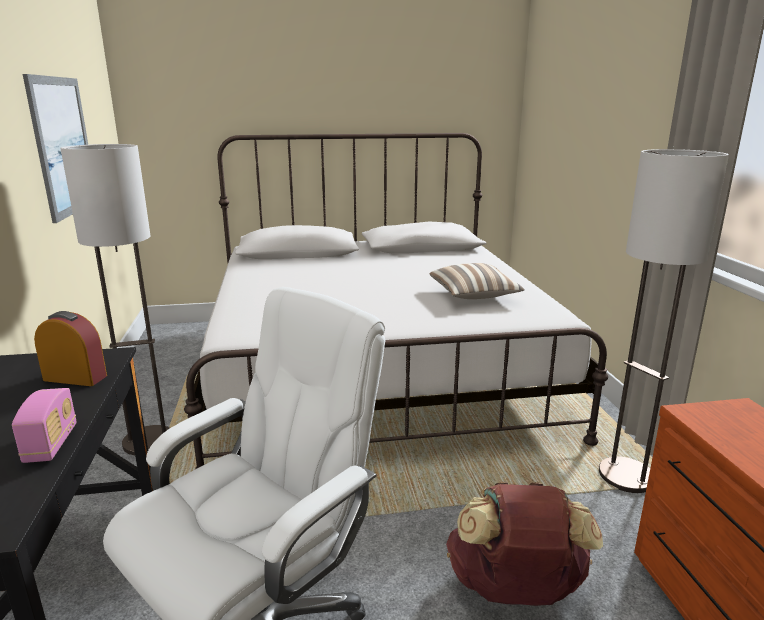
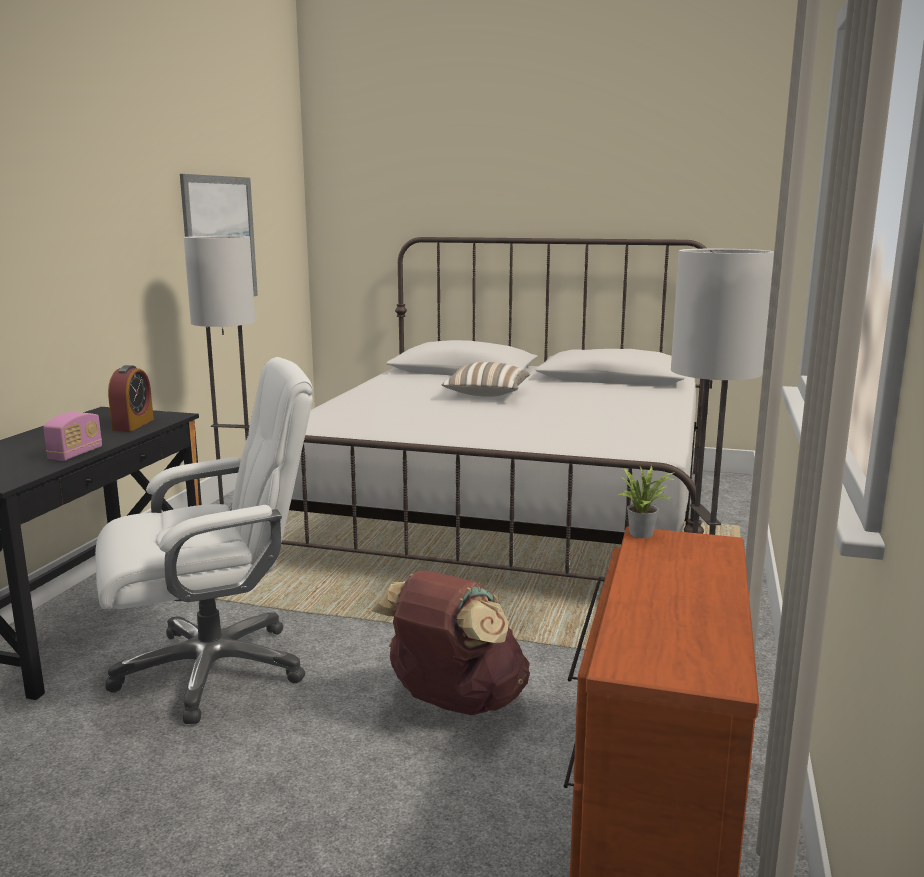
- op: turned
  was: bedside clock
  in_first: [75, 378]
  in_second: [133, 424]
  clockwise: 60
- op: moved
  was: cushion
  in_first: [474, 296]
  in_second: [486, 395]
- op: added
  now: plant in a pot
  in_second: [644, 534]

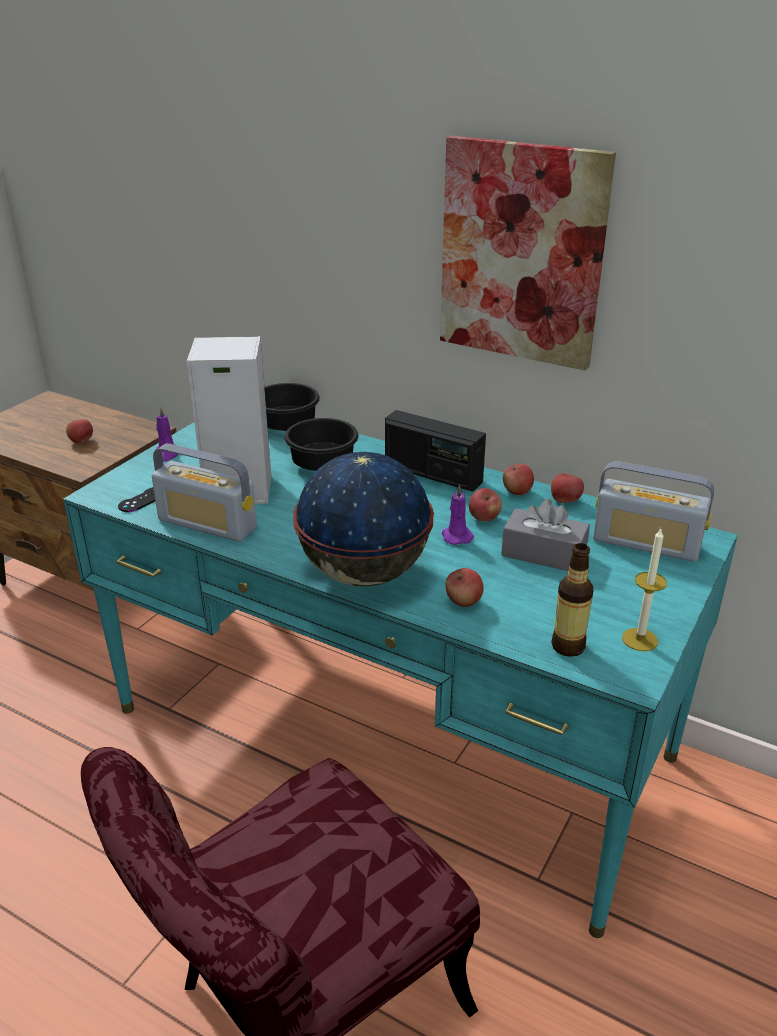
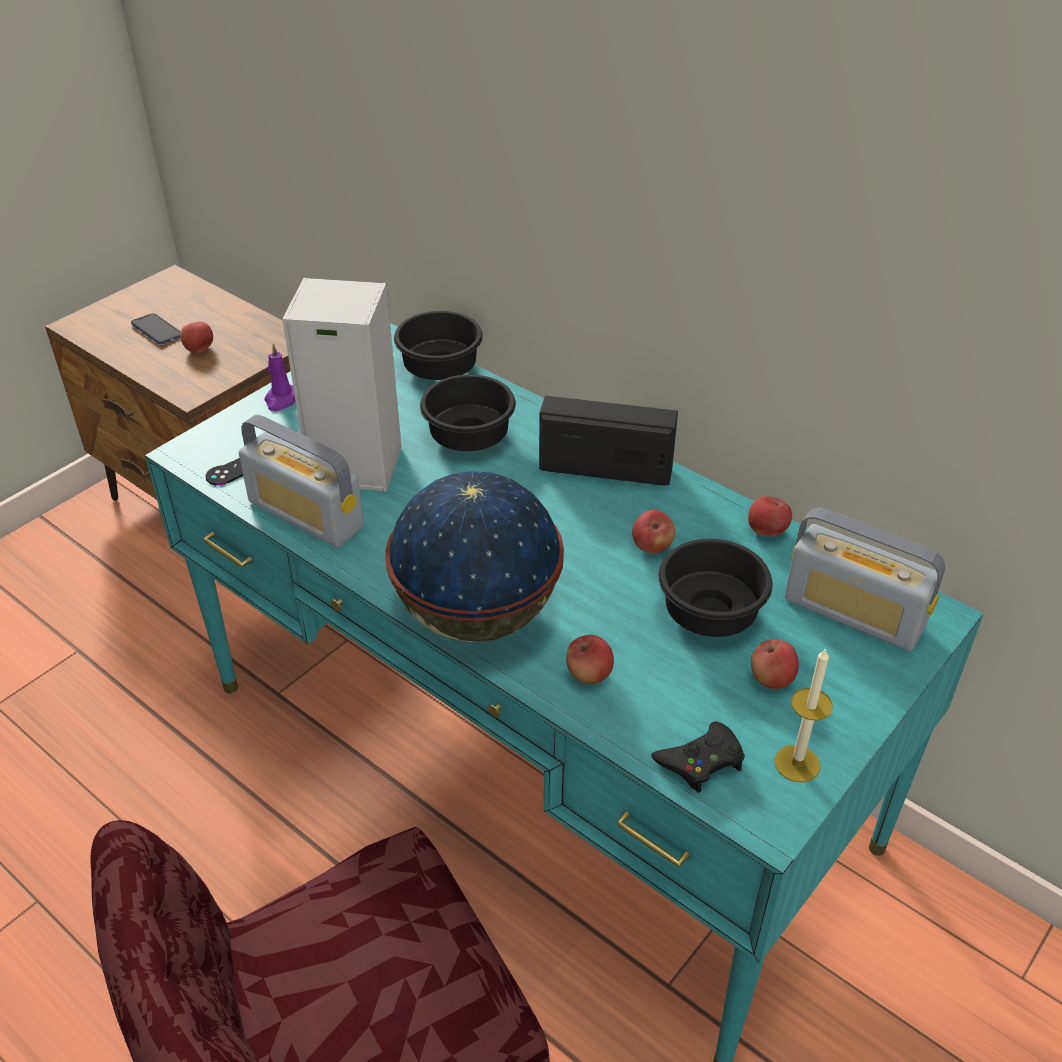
- op: added
  now: handset
  in_second: [157, 330]
- op: turned
  was: radio
  in_first: [432, 474]
  in_second: [605, 468]
  clockwise: 150
- op: replaced
  was: drink bottle
  now: black-coloured gamepad
  in_first: [568, 646]
  in_second: [701, 761]
- op: replaced
  was: grey tissue holder
  now: black-coloured deep dish
  in_first: [543, 554]
  in_second: [713, 613]
- op: moved
  was: apple fruit
  in_first: [517, 492]
  in_second: [771, 679]
- op: removed
  was: wall art
  in_first: [522, 253]
- op: removed
  was: purplish candle
  in_first: [456, 536]

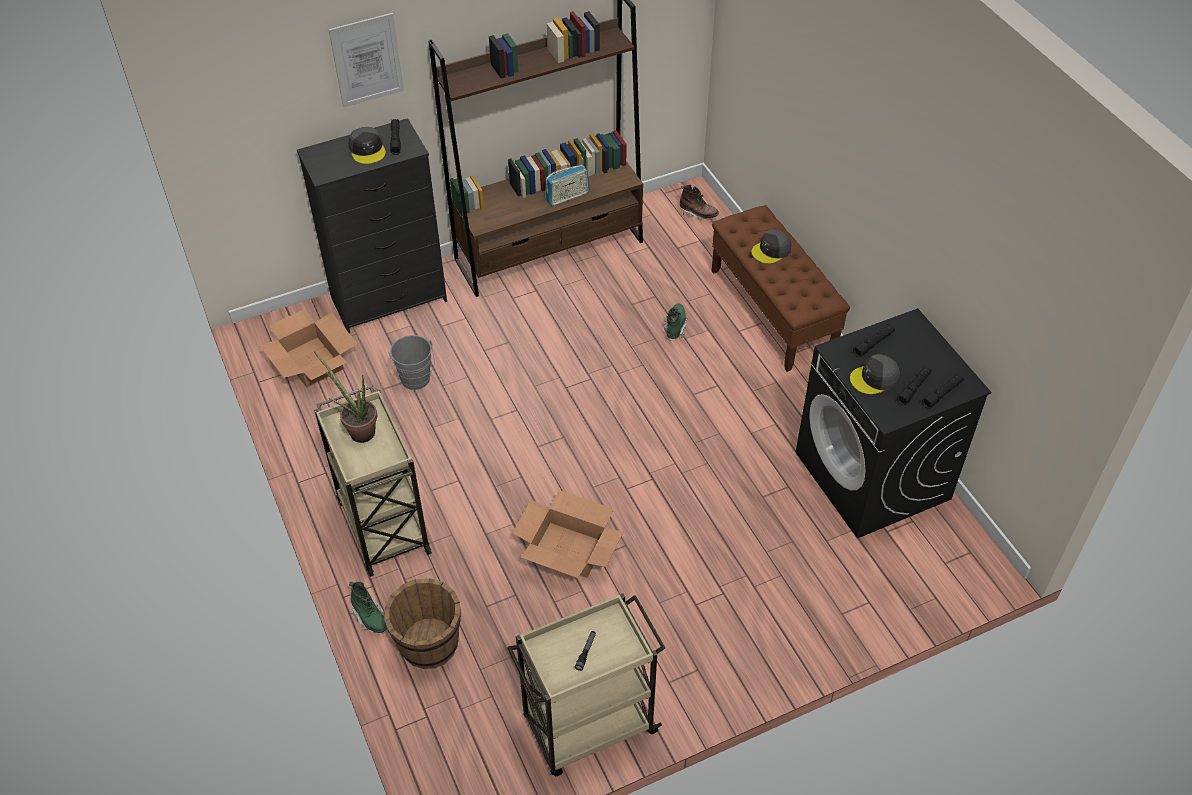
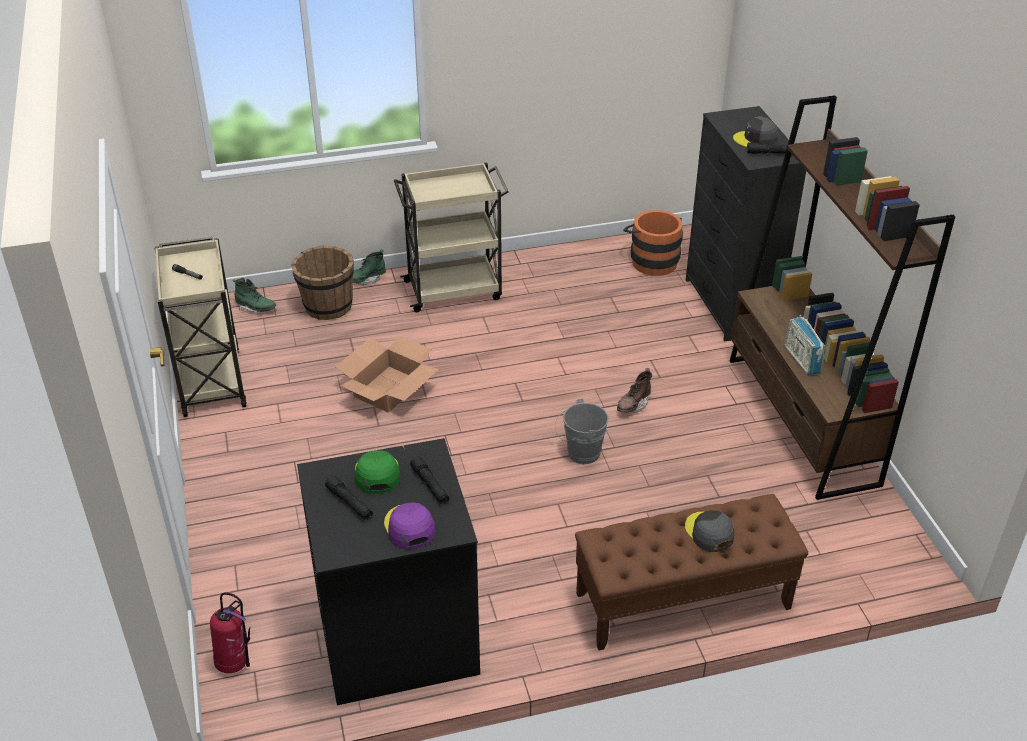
- op: added
  now: extinguisher
  in_second: [235, 663]
- op: moved
  was: green boot
  in_first: [675, 327]
  in_second: [256, 308]
- op: recoloured
  was: grey cap
  now: green cap
  in_first: [874, 379]
  in_second: [377, 474]
- op: added
  now: purplish cap
  in_second: [409, 527]
- op: moved
  was: grey water bucket
  in_first: [416, 381]
  in_second: [580, 453]
- op: moved
  was: brown boot
  in_first: [698, 213]
  in_second: [633, 405]
- op: replaced
  was: packing box
  now: orange water bucket
  in_first: [312, 362]
  in_second: [651, 260]
- op: removed
  was: plant in a pot
  in_first: [358, 430]
- op: removed
  was: wall art
  in_first: [367, 60]
- op: removed
  was: black-coloured flashlight
  in_first: [942, 394]

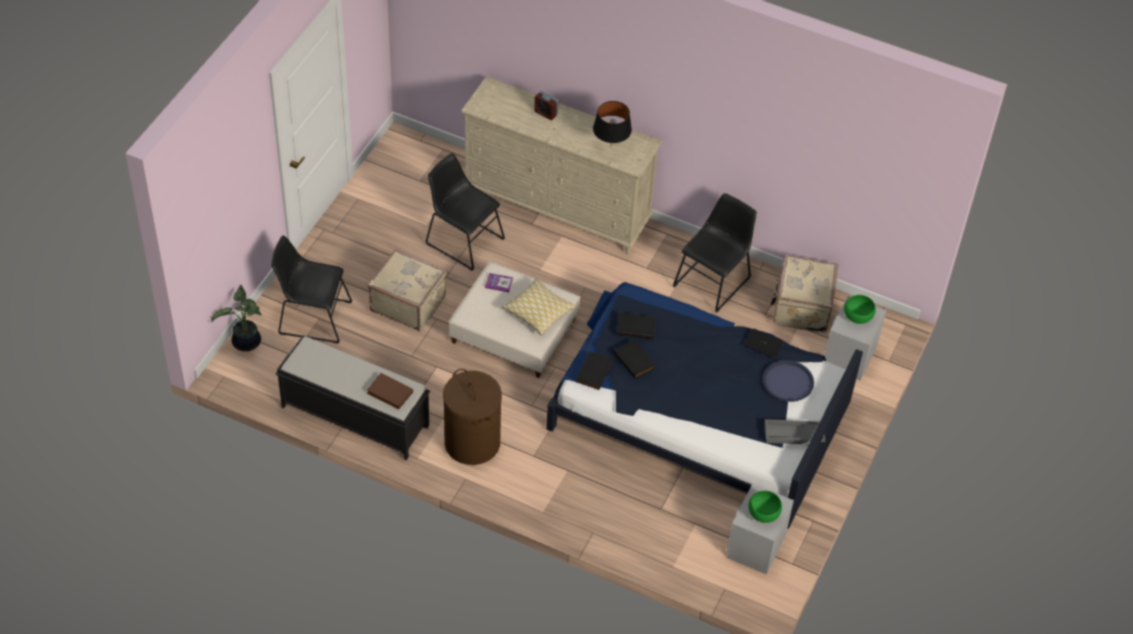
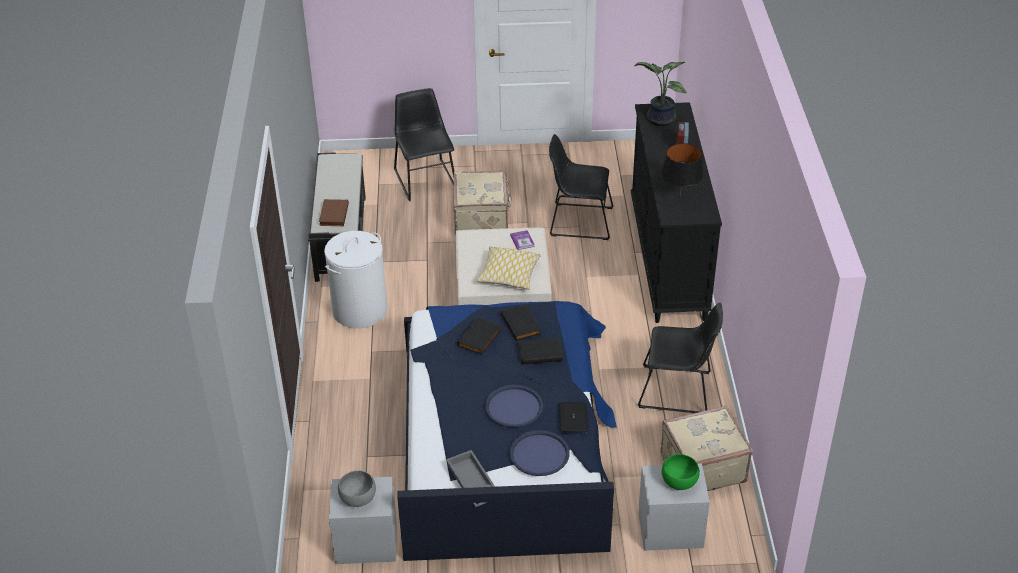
- op: recoloured
  was: brown laundry basket
  now: white-coloured laundry basket
  in_first: [472, 442]
  in_second: [360, 310]
- op: recoloured
  was: green deep dish
  now: grey deep dish
  in_first: [763, 513]
  in_second: [358, 498]
- op: added
  now: bluish serving tray
  in_second: [514, 407]
- op: moved
  was: black-coloured volume
  in_first: [593, 371]
  in_second: [540, 352]
- op: turned
  was: black-coloured plain chair
  in_first: [462, 239]
  in_second: [578, 221]
  clockwise: -90
- op: recoloured
  was: beige drawer chest
  now: black-coloured drawer chest
  in_first: [557, 208]
  in_second: [667, 260]
- op: moved
  was: plant in a pot
  in_first: [246, 343]
  in_second: [659, 120]

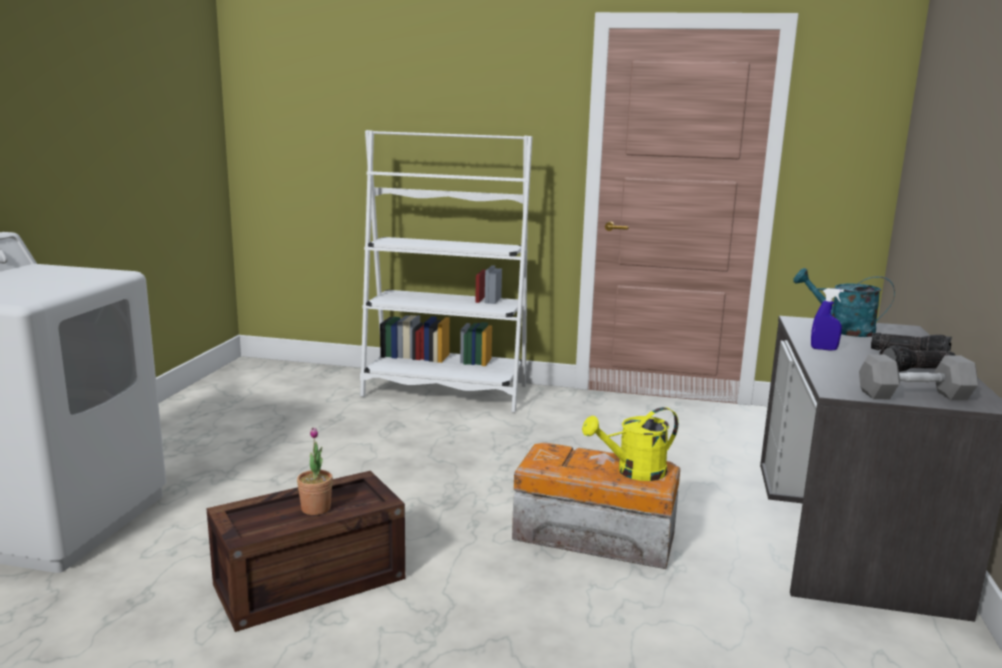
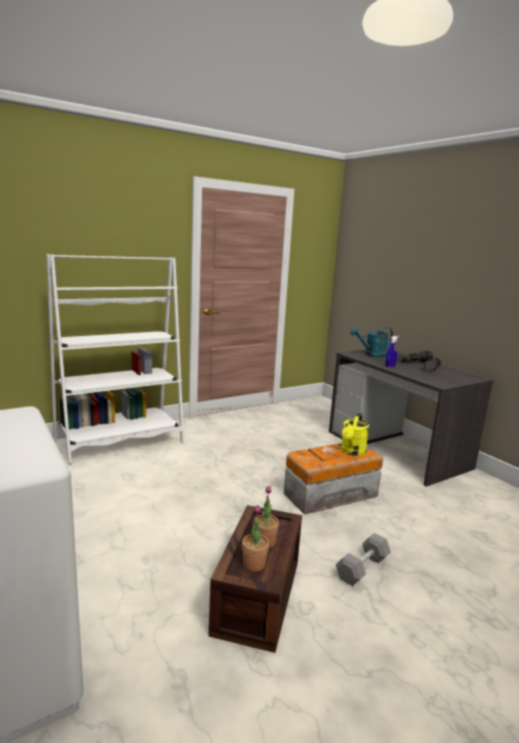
- op: added
  now: plant in a pot
  in_second: [254, 564]
- op: moved
  was: grey hand weight
  in_first: [914, 395]
  in_second: [362, 568]

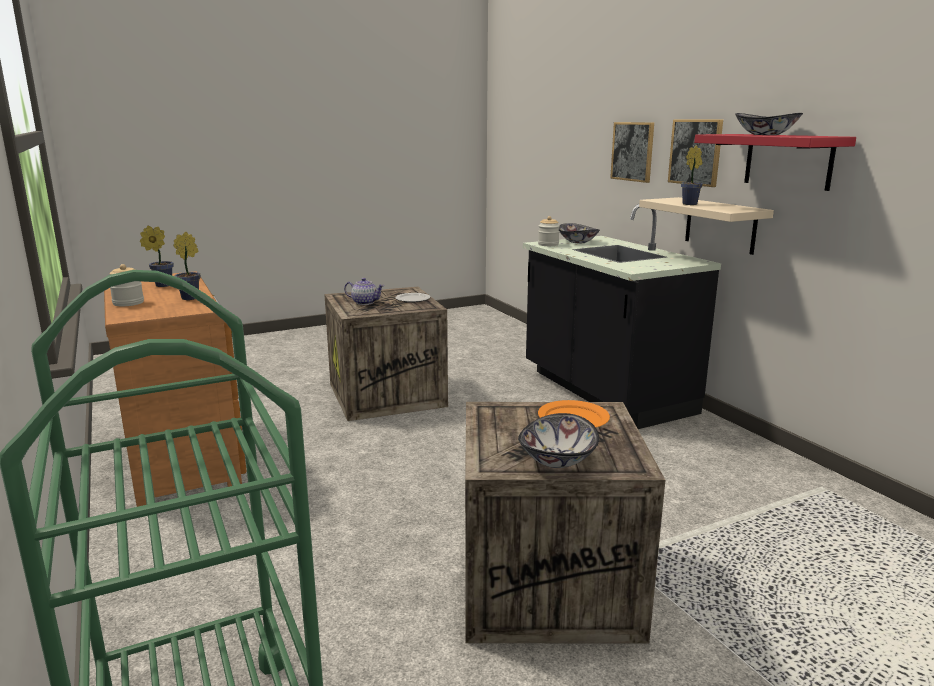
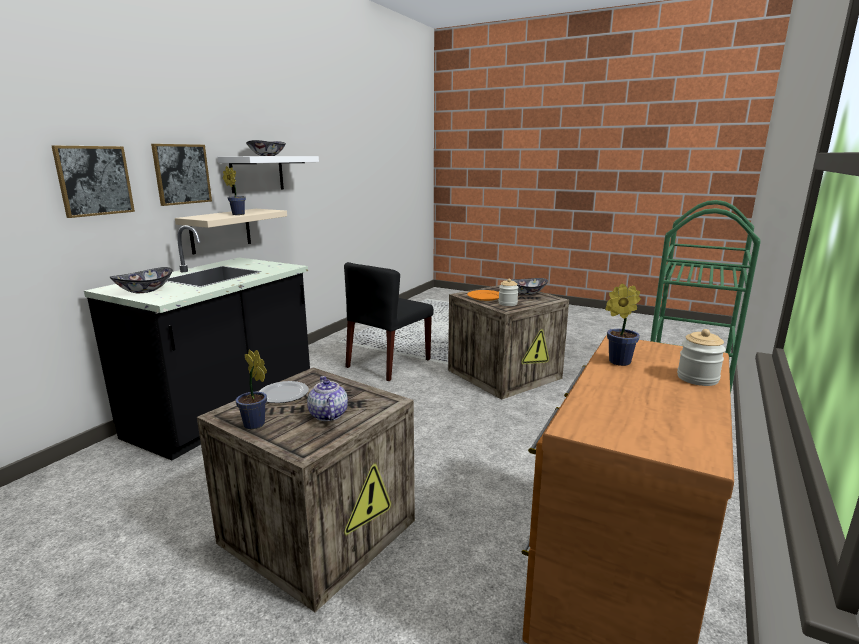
- op: recoloured
  was: red-coloured shelf
  now: white-coloured shelf
  in_first: [788, 161]
  in_second: [257, 173]
- op: moved
  was: plant in a pot
  in_first: [161, 285]
  in_second: [256, 425]
- op: added
  now: black-coloured plain chair
  in_second: [388, 363]
- op: moved
  was: preserve jar
  in_first: [548, 244]
  in_second: [508, 303]

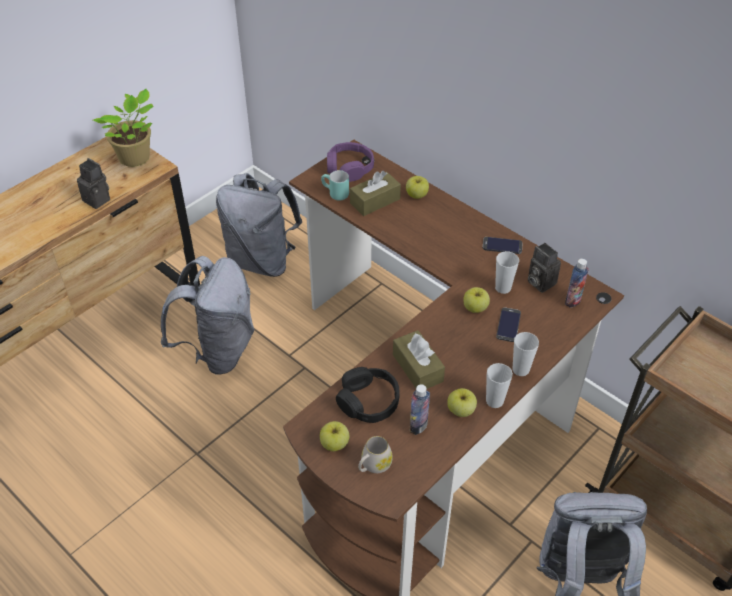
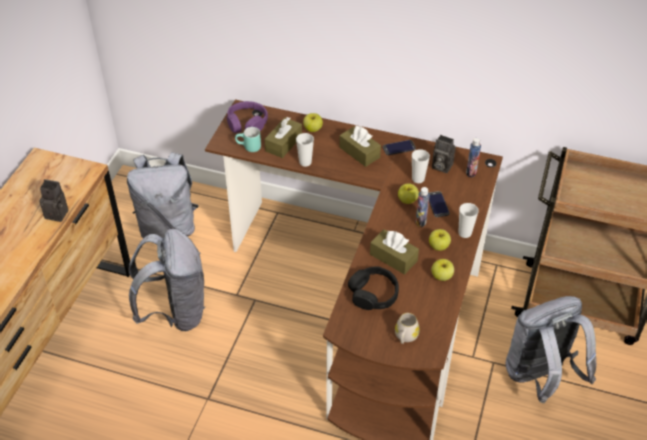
- op: moved
  was: cup
  in_first: [494, 401]
  in_second: [305, 162]
- op: added
  now: brown tissue holder
  in_second: [359, 152]
- op: moved
  was: drink bottle
  in_first: [418, 426]
  in_second: [421, 221]
- op: moved
  was: apple fruit
  in_first: [334, 444]
  in_second: [439, 246]
- op: removed
  was: plant in a pot
  in_first: [137, 158]

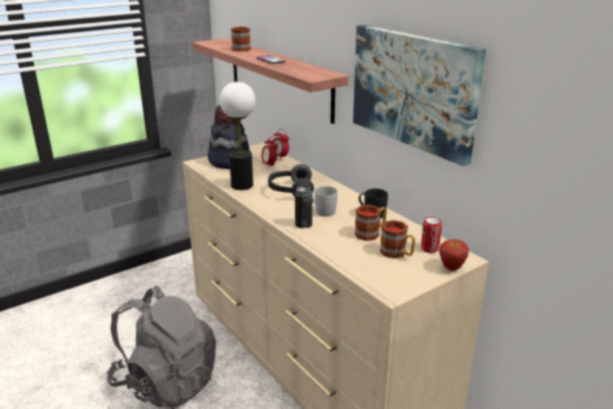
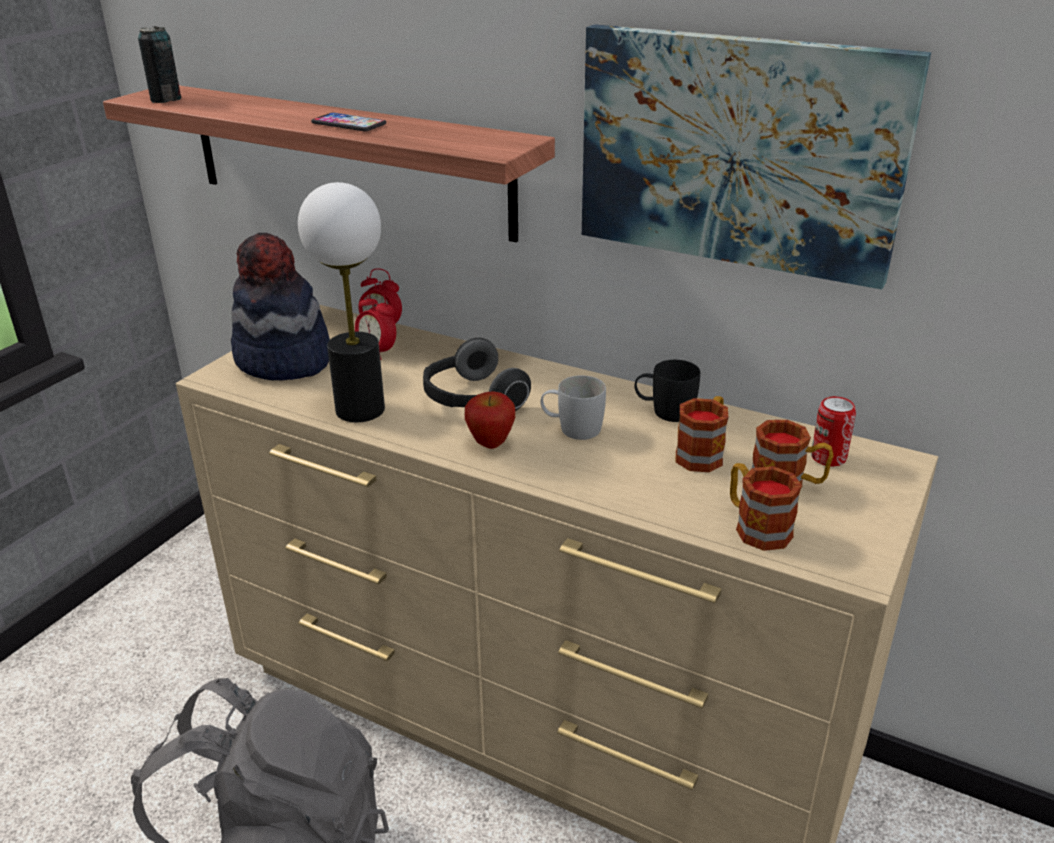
- op: moved
  was: can
  in_first: [303, 224]
  in_second: [166, 100]
- op: moved
  was: apple fruit
  in_first: [451, 268]
  in_second: [490, 444]
- op: moved
  was: mug
  in_first: [241, 48]
  in_second: [755, 526]

